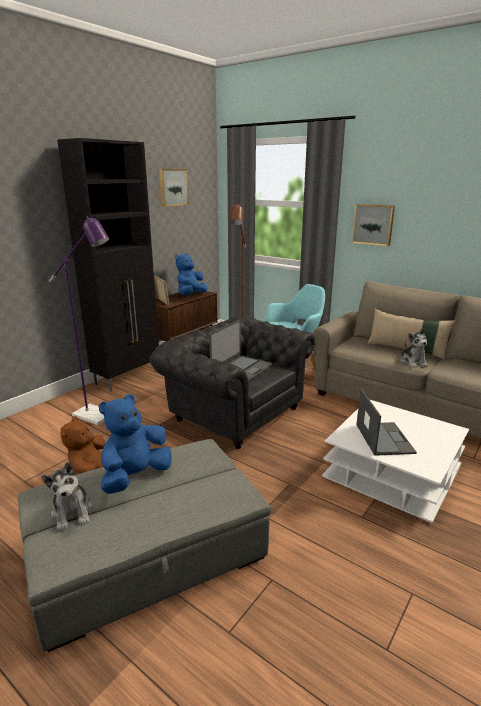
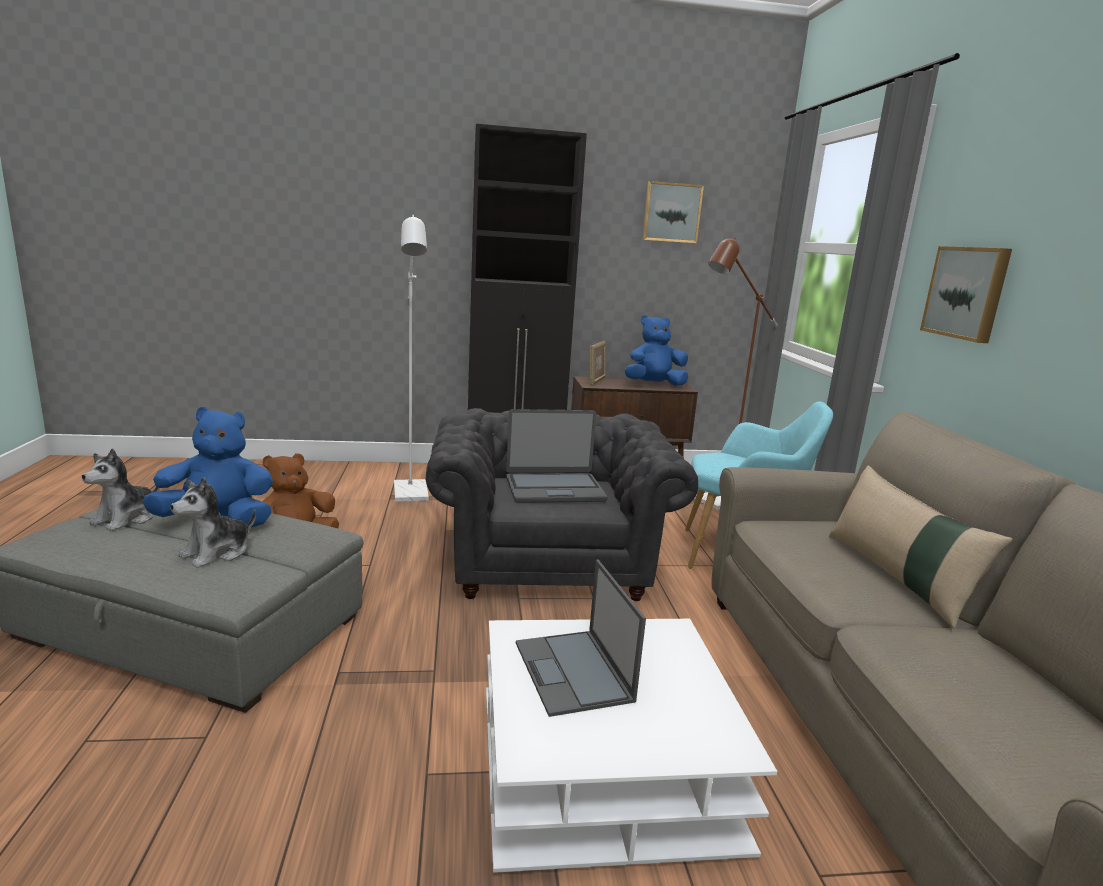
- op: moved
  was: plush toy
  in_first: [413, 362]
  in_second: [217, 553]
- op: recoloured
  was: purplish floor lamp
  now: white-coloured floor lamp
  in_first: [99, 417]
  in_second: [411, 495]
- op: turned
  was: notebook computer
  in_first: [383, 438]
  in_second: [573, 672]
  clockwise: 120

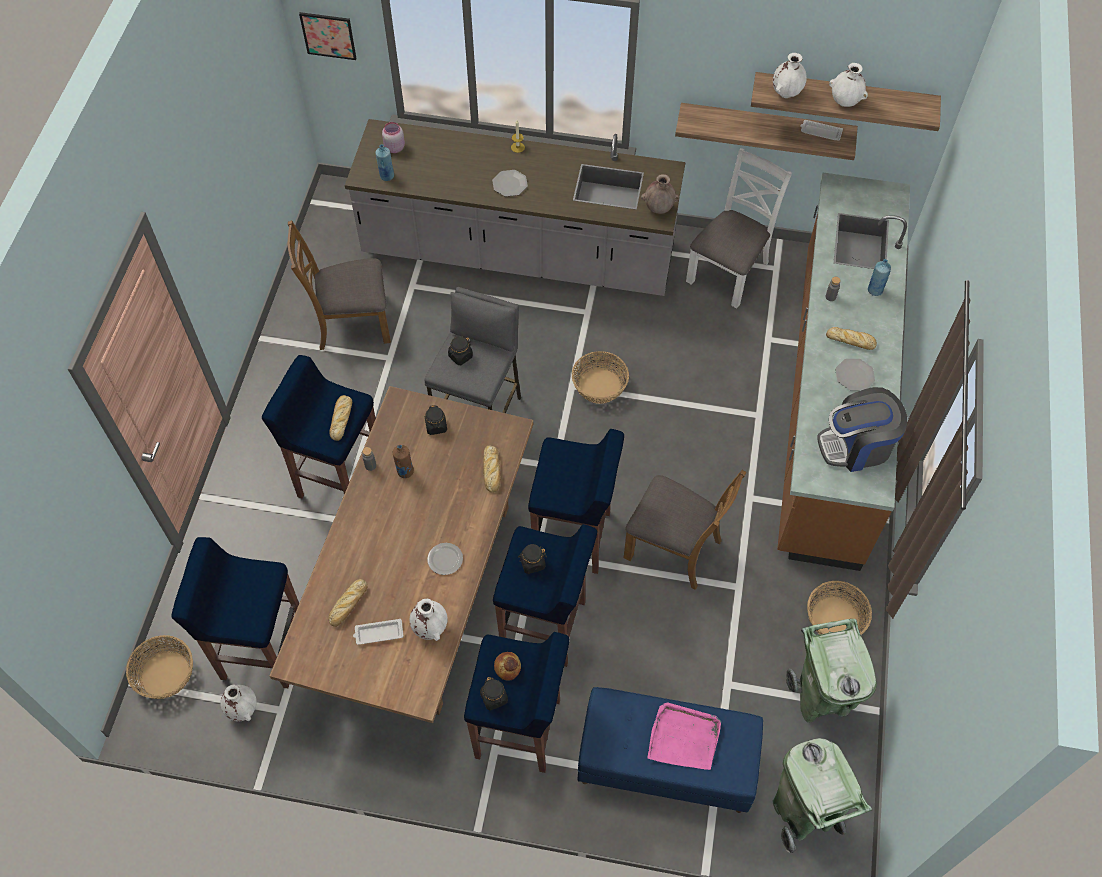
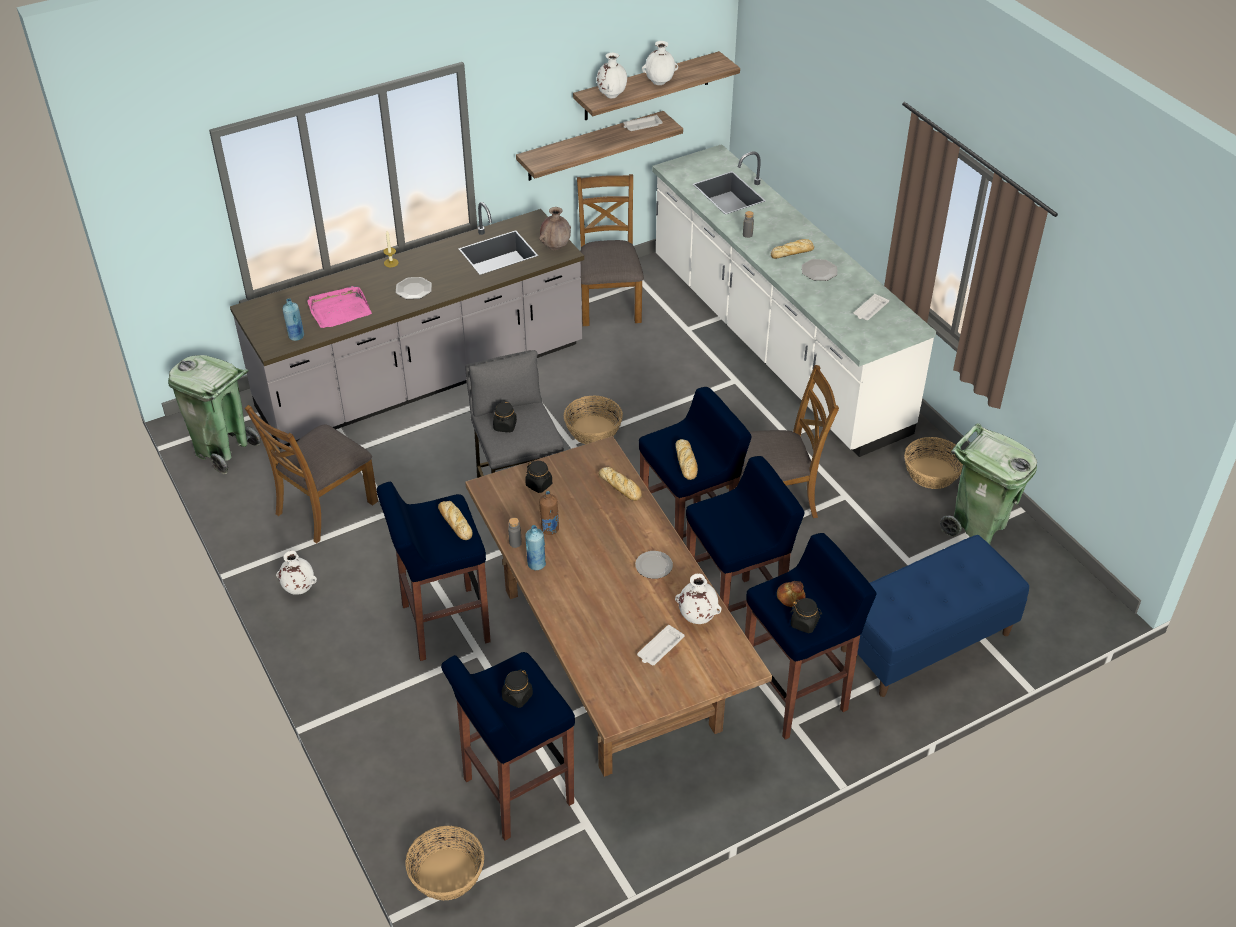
- op: moved
  was: green trash can
  in_first: [803, 814]
  in_second: [224, 450]
- op: moved
  was: white-coloured vase
  in_first: [242, 709]
  in_second: [299, 589]
- op: moved
  was: pink serving tray
  in_first: [683, 738]
  in_second: [339, 310]
- op: moved
  was: black-coloured preserve jar
  in_first: [532, 563]
  in_second: [517, 697]
- op: moved
  was: bluish drink bottle
  in_first: [875, 290]
  in_second: [536, 564]
- op: recoloured
  was: white-coloured plain chair
  now: brown plain chair
  in_first: [729, 271]
  in_second: [609, 302]
- op: recoloured
  was: brown kitchen counter
  now: white-coloured kitchen counter
  in_first: [828, 401]
  in_second: [774, 344]
- op: moved
  was: bakery bread
  in_first: [348, 605]
  in_second: [686, 463]
- op: replaced
  was: coffee maker
  now: white-coloured serving tray
  in_first: [856, 446]
  in_second: [870, 310]
- op: removed
  was: wall art
  in_first: [328, 35]
- op: removed
  was: pink preserve jar
  in_first: [394, 147]

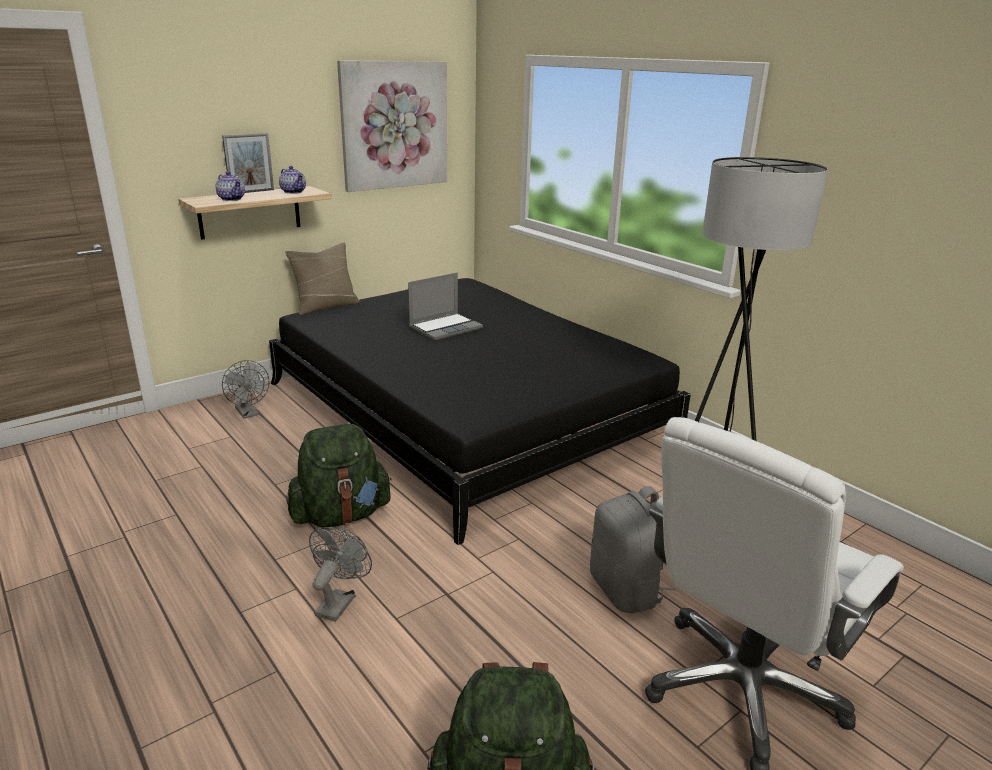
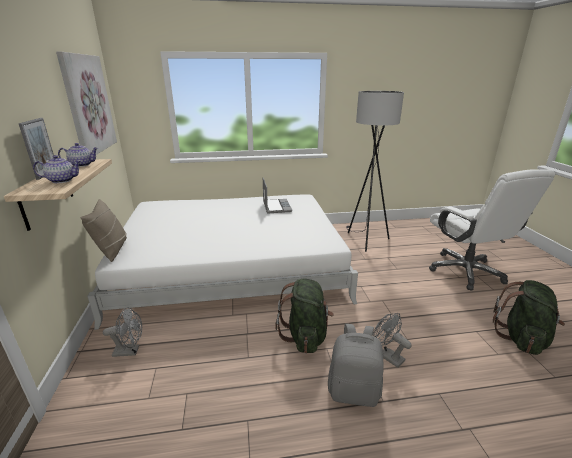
- op: recoloured
  was: black-coloured sleeping bed
  now: white-coloured sleeping bed
  in_first: [465, 411]
  in_second: [232, 265]
- op: moved
  was: notebook computer
  in_first: [446, 327]
  in_second: [276, 207]
- op: moved
  was: grey rucksack
  in_first: [627, 590]
  in_second: [354, 391]

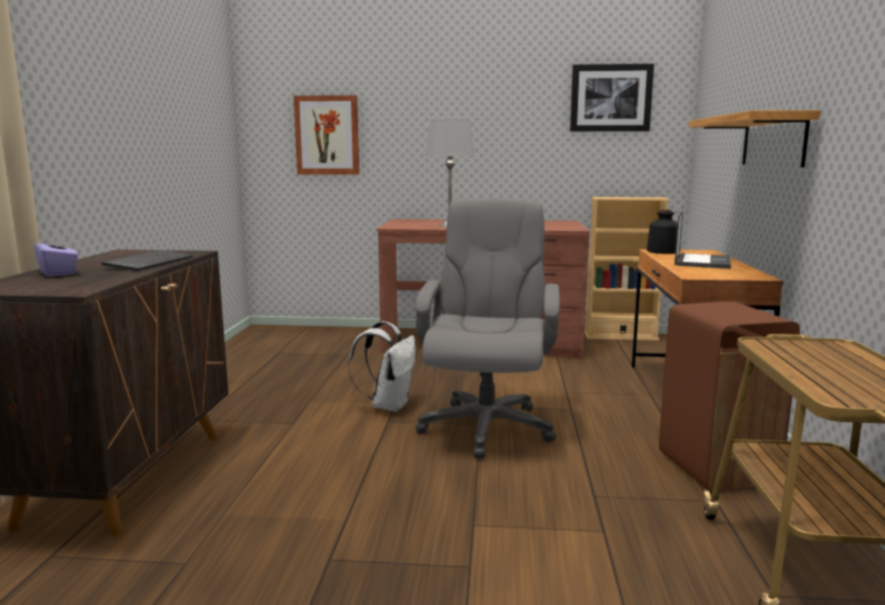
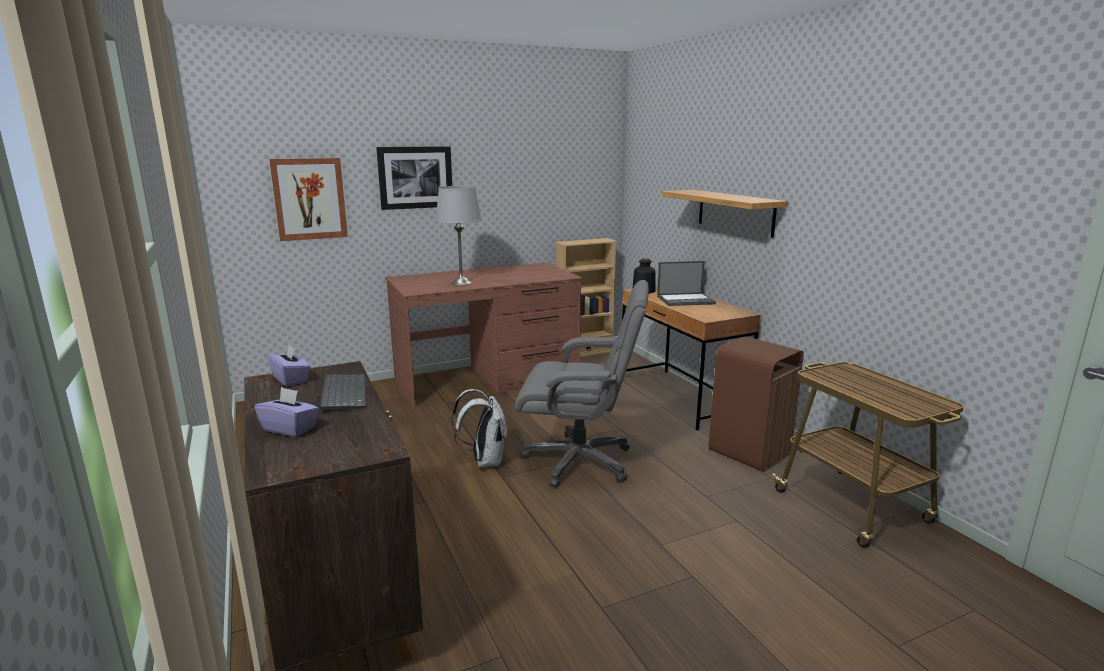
- op: added
  now: purplish tissue holder
  in_second: [291, 379]
- op: moved
  was: wall art
  in_first: [611, 98]
  in_second: [415, 177]
- op: turned
  was: grey computer chair
  in_first: [486, 427]
  in_second: [580, 461]
  clockwise: 120
- op: turned
  was: notebook computer
  in_first: [702, 262]
  in_second: [686, 300]
  clockwise: 90

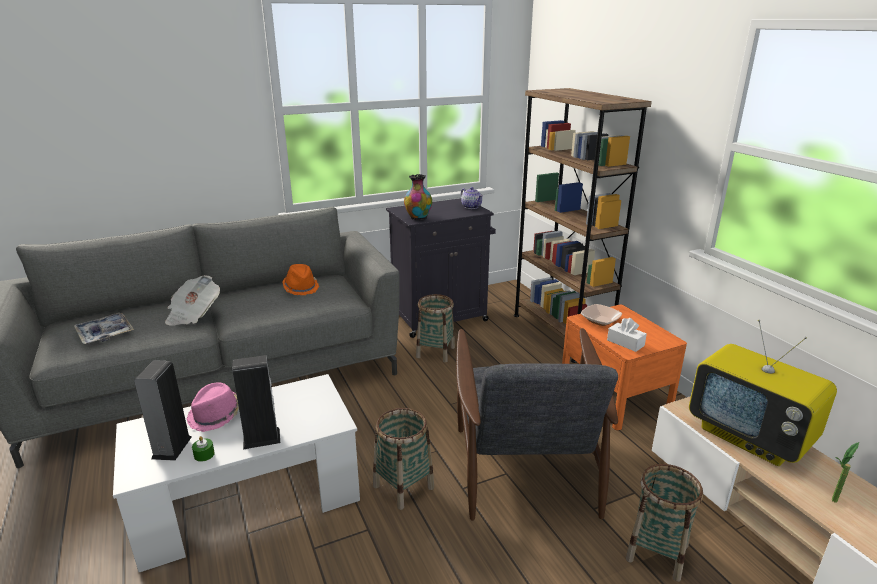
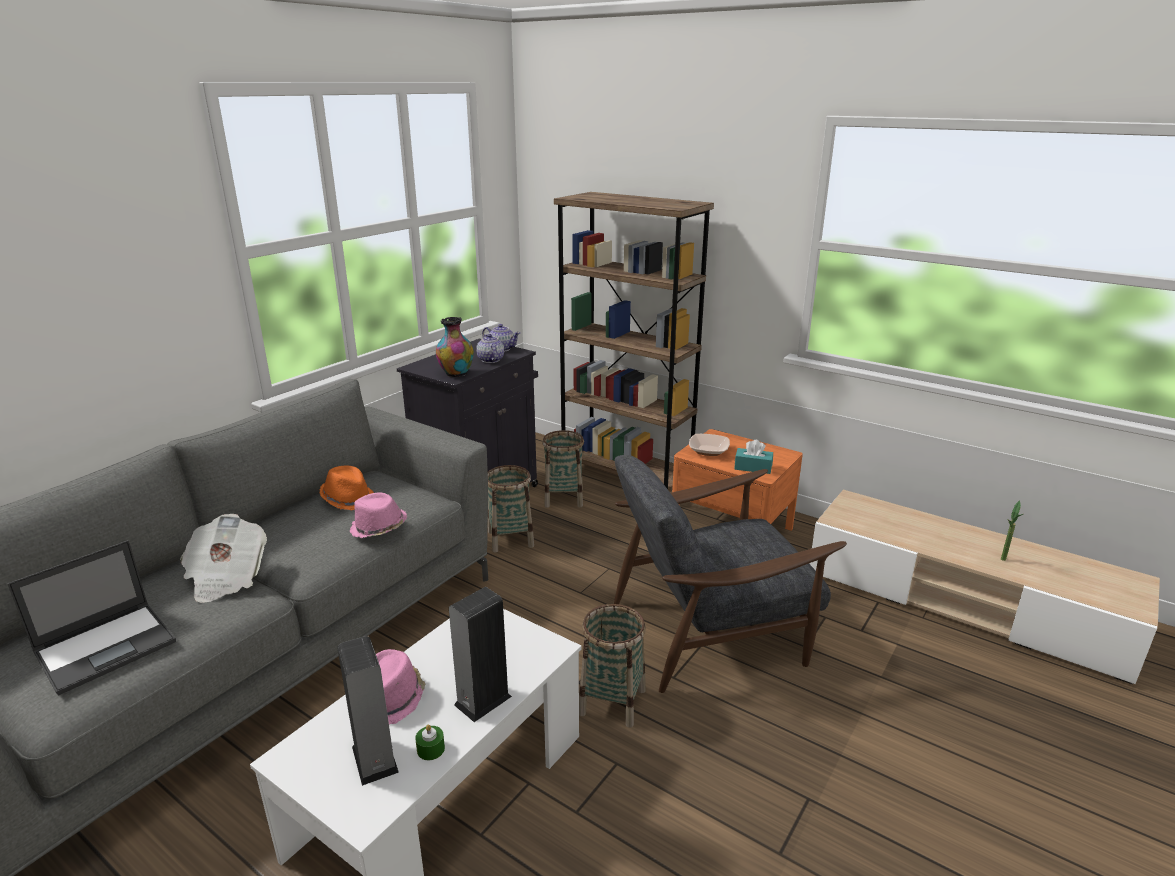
- op: replaced
  was: serving tray
  now: notebook computer
  in_first: [105, 333]
  in_second: [107, 646]
- op: added
  now: pink hat
  in_second: [378, 528]
- op: added
  now: tea pot
  in_second: [490, 360]
- op: moved
  was: basket
  in_first: [657, 553]
  in_second: [564, 498]
- op: turned
  was: grey armchair
  in_first: [525, 465]
  in_second: [711, 629]
  clockwise: 105
- op: recoloured
  was: white-coloured tissue holder
  now: turquoise tissue holder
  in_first: [625, 343]
  in_second: [753, 467]
- op: removed
  was: television
  in_first: [750, 437]

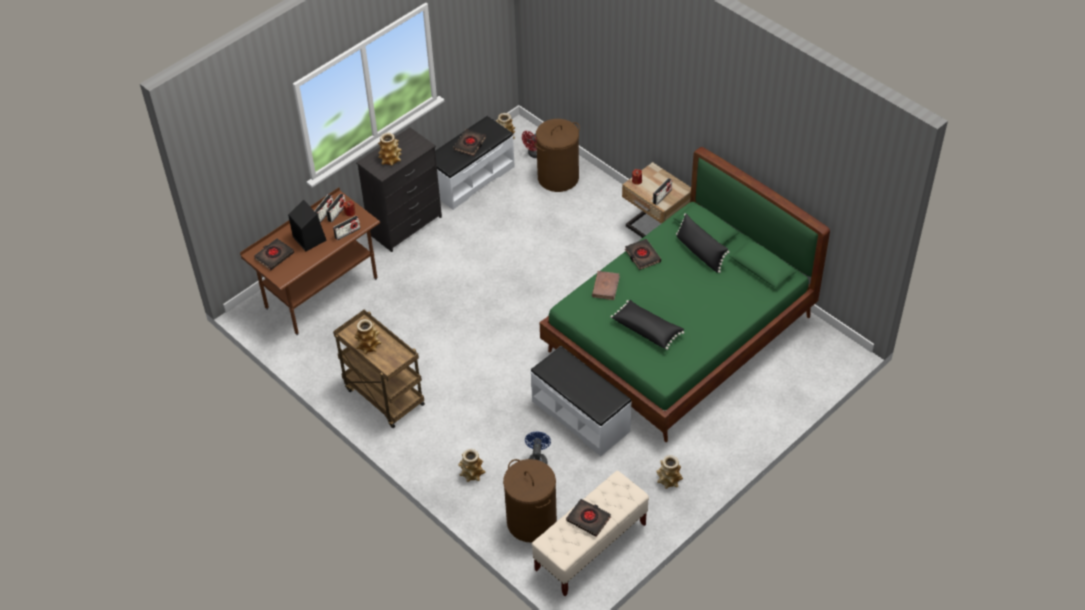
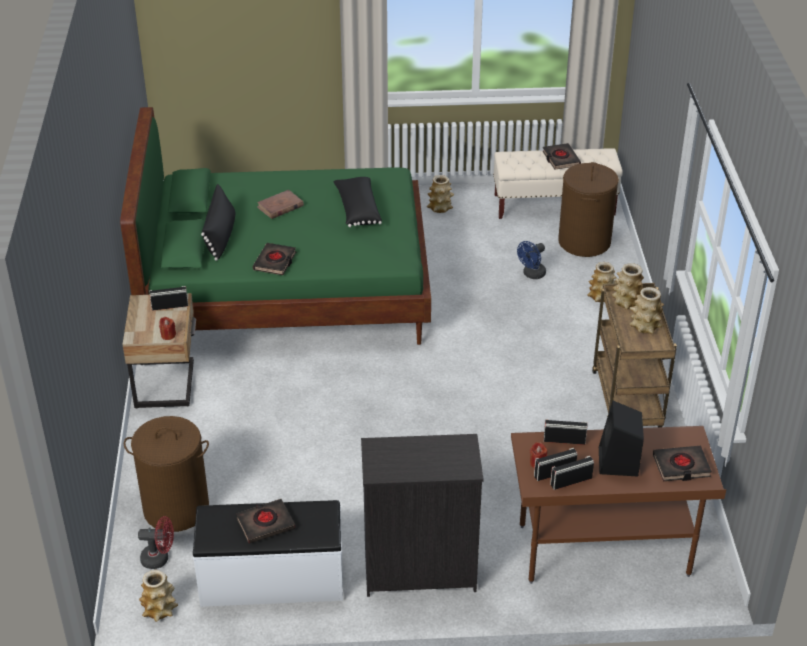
- op: moved
  was: brown volume
  in_first: [605, 286]
  in_second: [280, 207]
- op: moved
  was: vase
  in_first: [390, 159]
  in_second: [627, 302]
- op: removed
  was: white-coloured bench
  in_first: [581, 416]

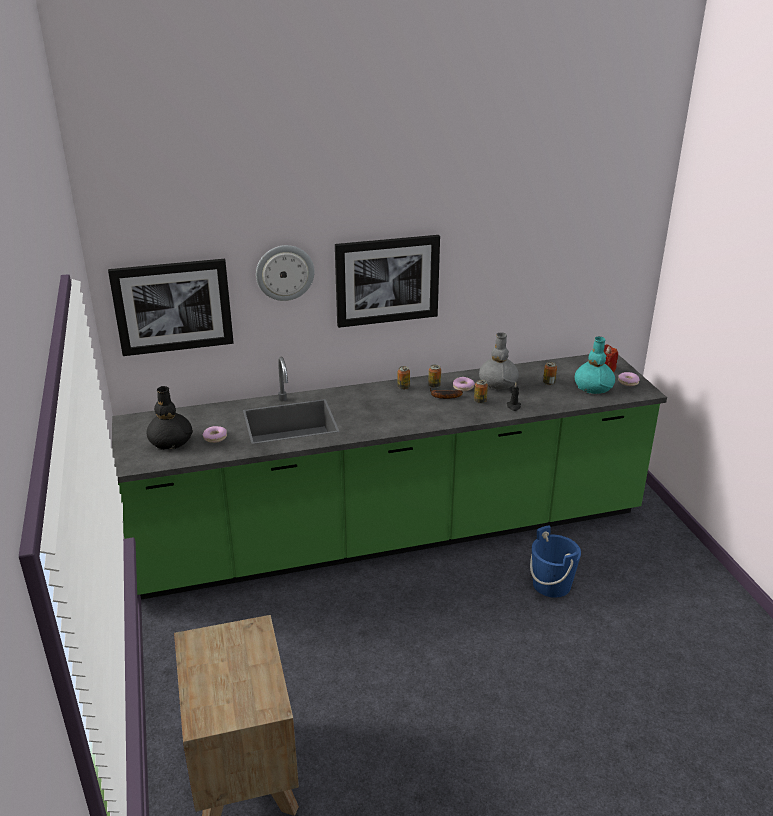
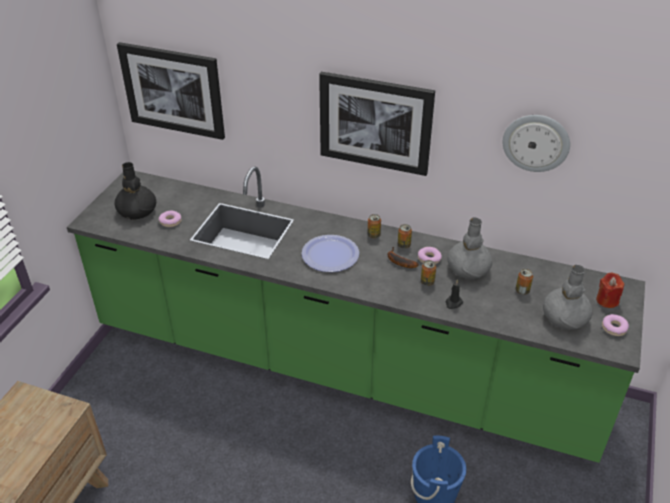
- op: added
  now: plate
  in_second: [330, 254]
- op: moved
  was: hanging clock
  in_first: [285, 272]
  in_second: [536, 142]
- op: recoloured
  was: turquoise vase
  now: grey vase
  in_first: [593, 388]
  in_second: [564, 317]

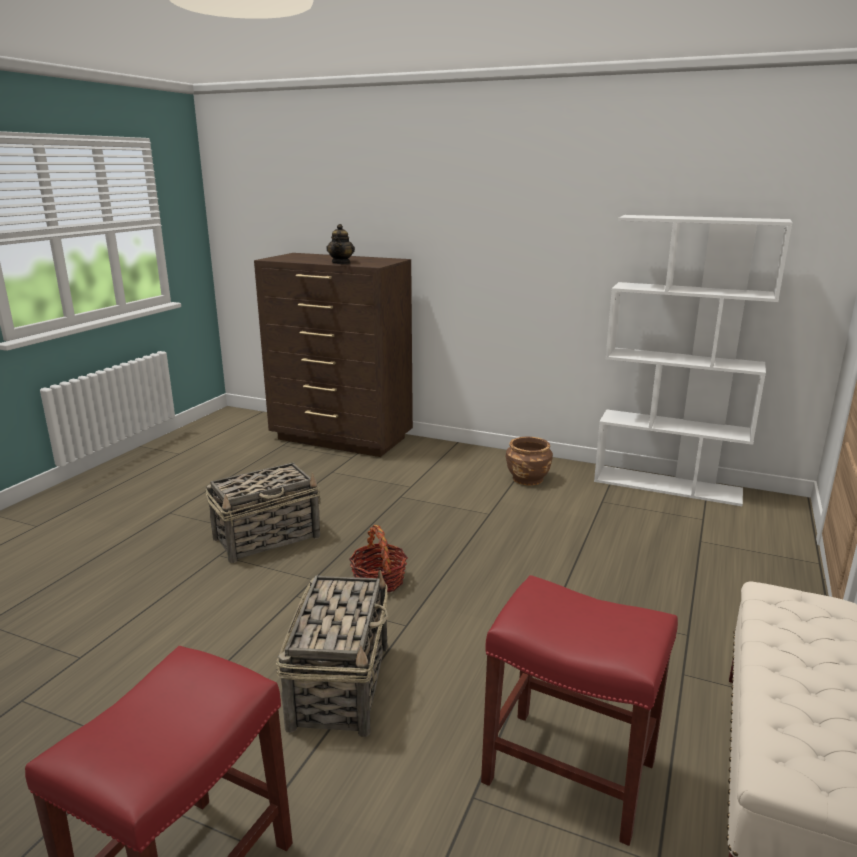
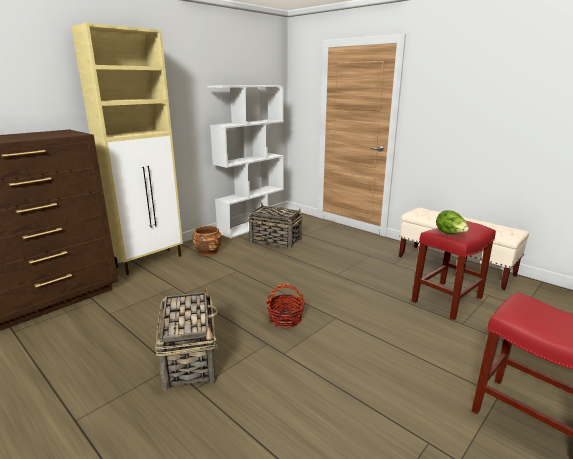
- op: added
  now: beige cupboard
  in_second: [150, 261]
- op: moved
  was: basket
  in_first: [340, 684]
  in_second: [275, 240]
- op: added
  now: lettuce
  in_second: [450, 234]
- op: removed
  was: tea pot
  in_first: [341, 263]

